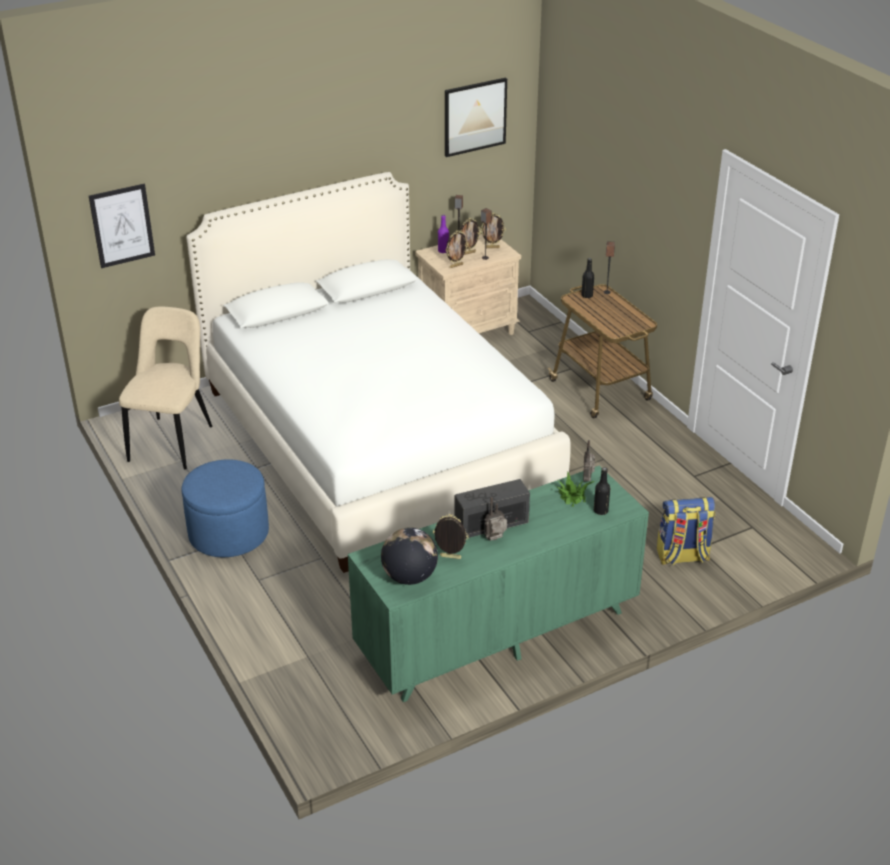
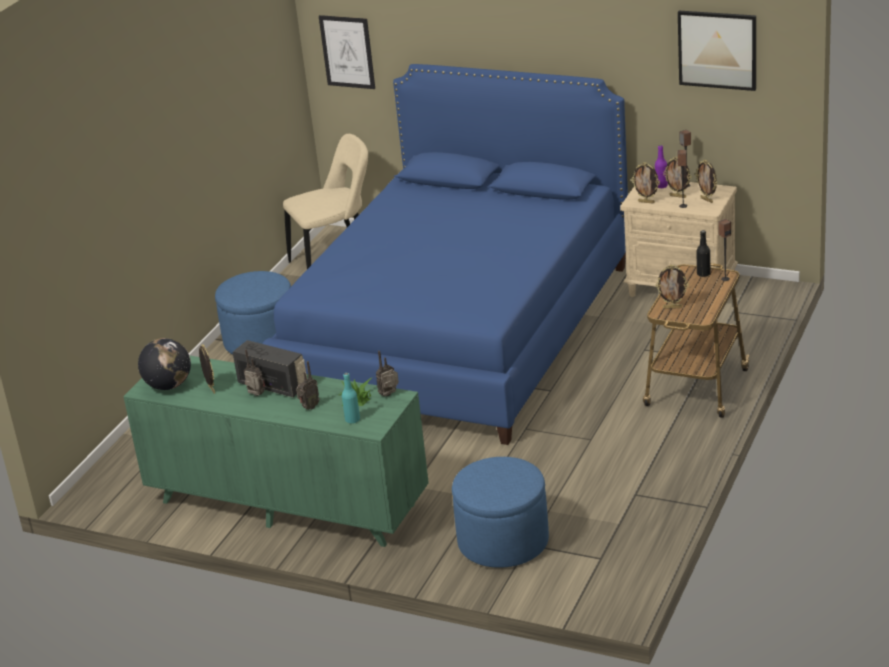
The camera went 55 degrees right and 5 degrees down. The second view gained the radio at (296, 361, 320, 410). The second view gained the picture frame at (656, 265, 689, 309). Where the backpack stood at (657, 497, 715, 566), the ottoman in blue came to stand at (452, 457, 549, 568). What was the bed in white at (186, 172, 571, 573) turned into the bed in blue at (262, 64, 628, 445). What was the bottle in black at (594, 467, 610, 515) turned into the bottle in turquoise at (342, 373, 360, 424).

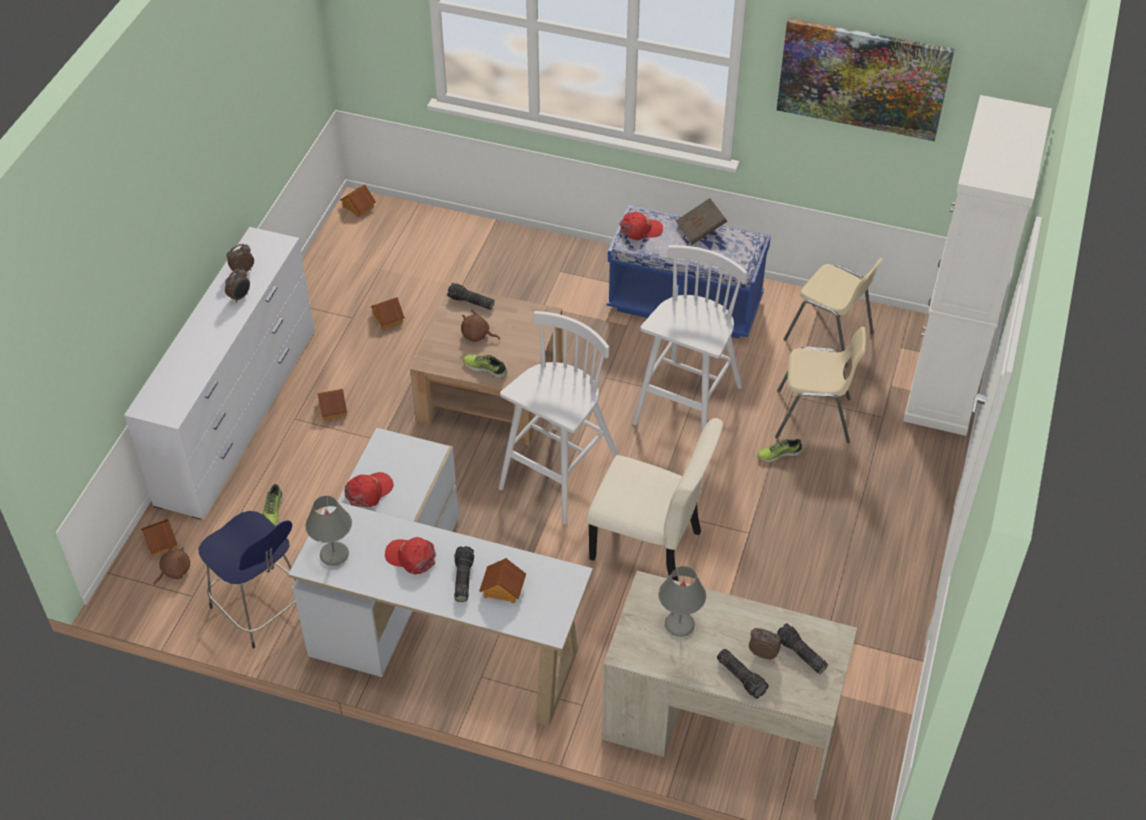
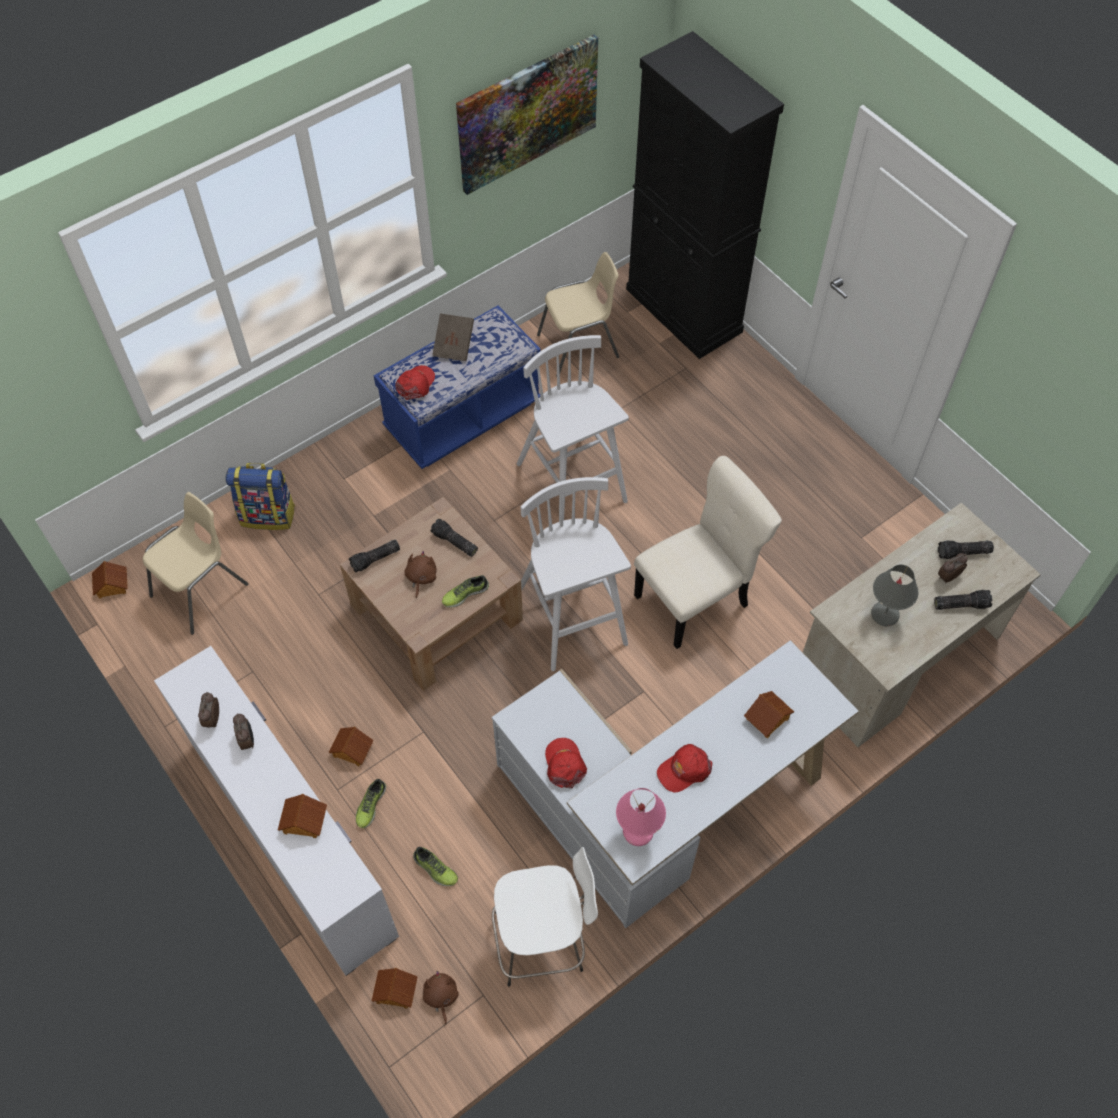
The camera went 55 degrees left and 10 degrees up. The second view gained the backpack at (225, 463, 295, 530). The toy house ended up elsewhere, having gone from (371, 297, 405, 329) to (278, 794, 327, 838). The flashlight ended up elsewhere, having gone from (454, 546, 474, 602) to (430, 519, 478, 557). The shoe ended up elsewhere, having gone from (757, 439, 803, 462) to (356, 779, 386, 828). The chair in beige ended up elsewhere, having gone from (775, 327, 866, 443) to (143, 492, 248, 635). What was the stool in blue at (198, 511, 296, 649) turned into the stool in white at (492, 847, 598, 987). What was the table lamp in grey at (306, 496, 352, 566) turned into the table lamp in pink at (616, 788, 666, 846). What was the cabinet in white at (903, 95, 1052, 436) turned into the cabinet in black at (626, 31, 784, 359). The plush toy in brown at (461, 309, 500, 342) ended up facing another way, 135 degrees clockwise from before.

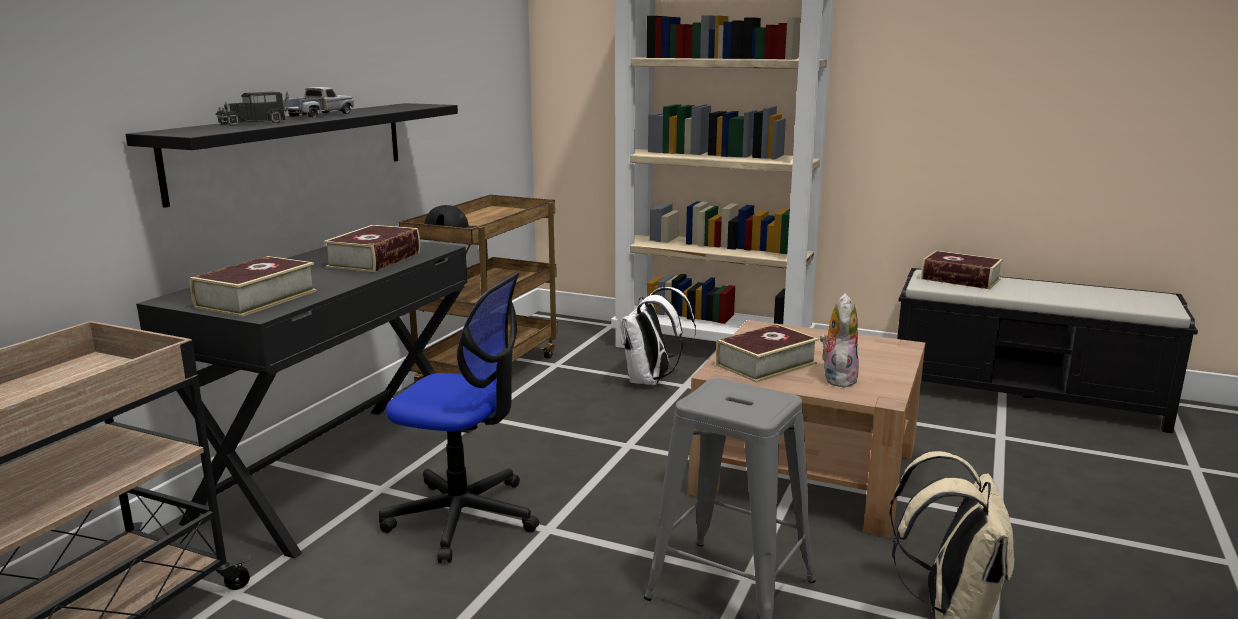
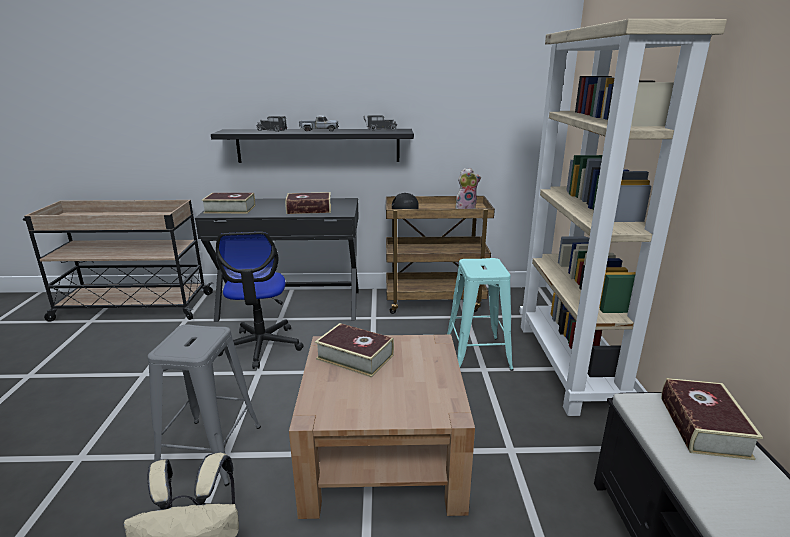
The camera went 65 degrees right and 5 degrees up. The second view gained the toy truck at (364, 115, 397, 131). The plush toy ended up elsewhere, having gone from (820, 293, 859, 387) to (456, 168, 481, 209). Where the backpack in white stood at (620, 287, 696, 385), the stool in turquoise came to stand at (447, 258, 513, 371).

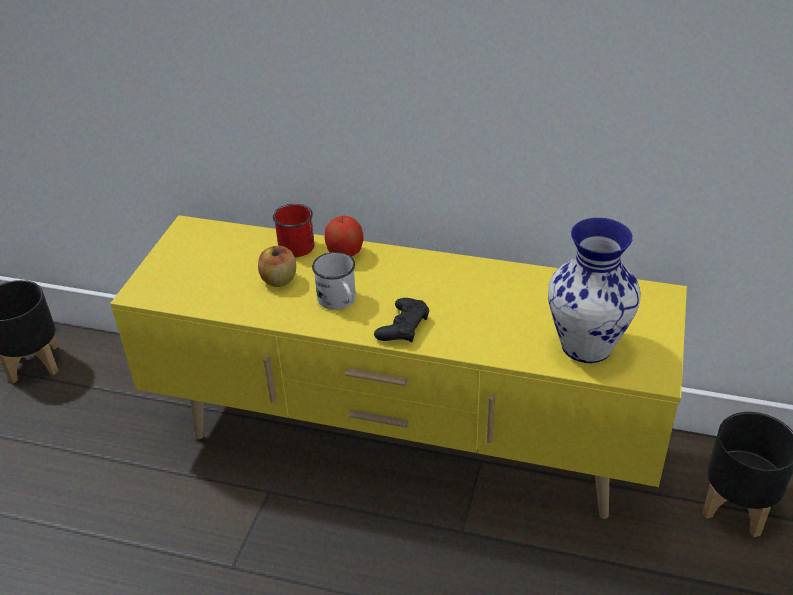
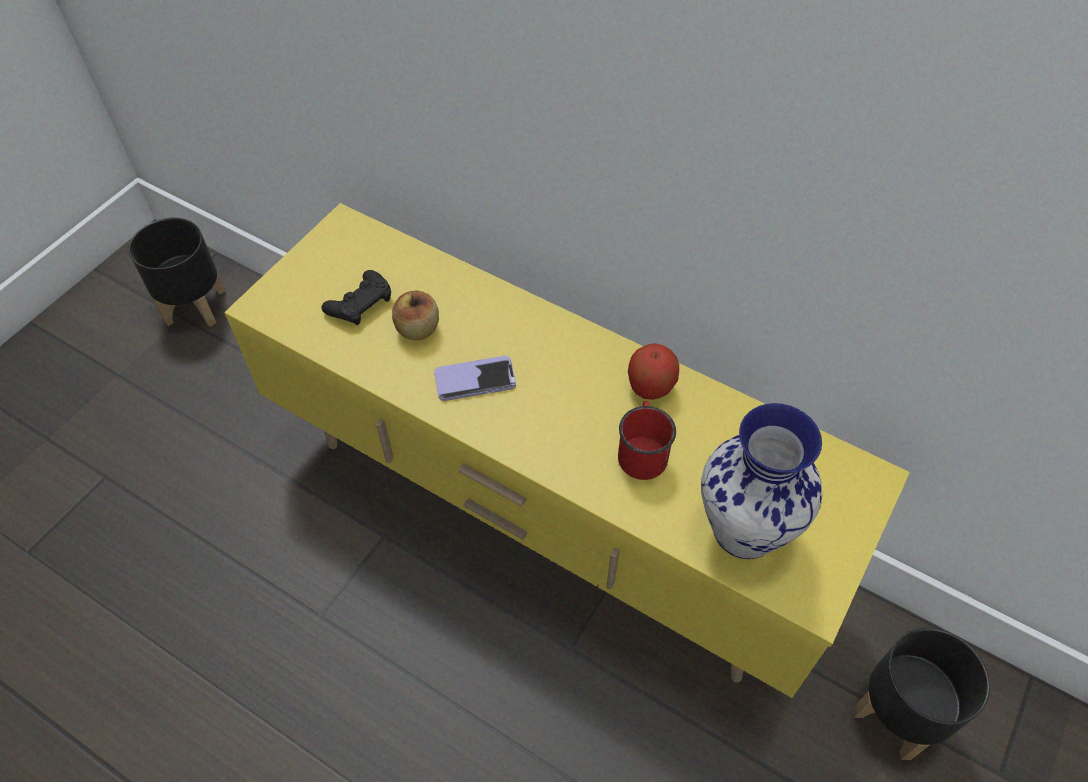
The camera went 15 degrees right and 15 degrees up. The mug in red ended up elsewhere, having gone from (273, 204, 314, 257) to (618, 401, 676, 480). The apple ended up elsewhere, having gone from (325, 216, 364, 257) to (628, 343, 679, 400). The game controller in black ended up elsewhere, having gone from (374, 298, 429, 342) to (321, 270, 391, 325). Where the mug in white stood at (312, 252, 356, 310), the phone came to stand at (434, 356, 516, 401).

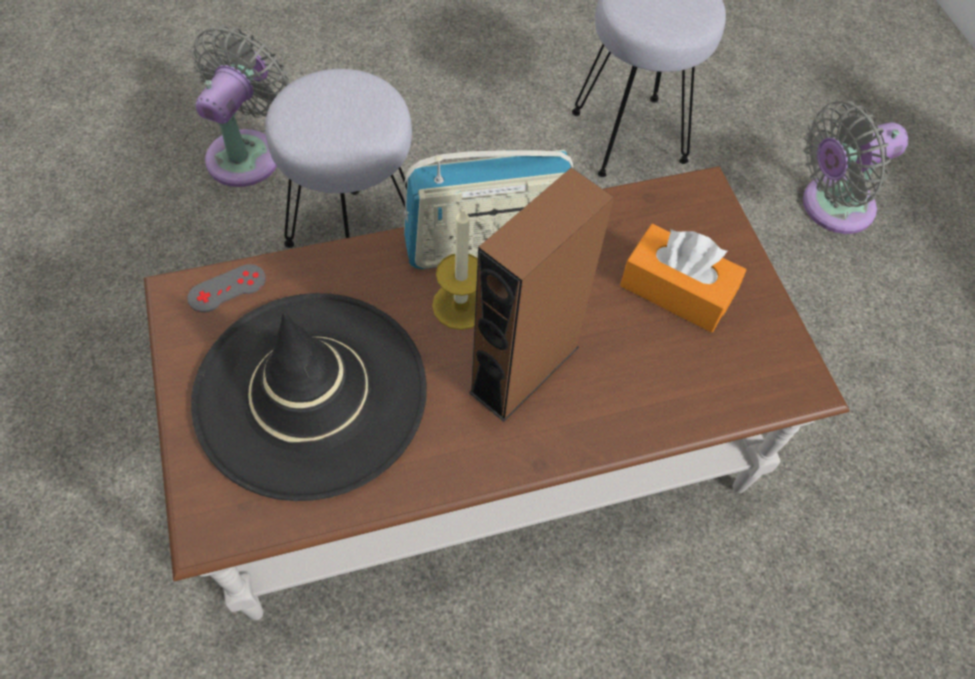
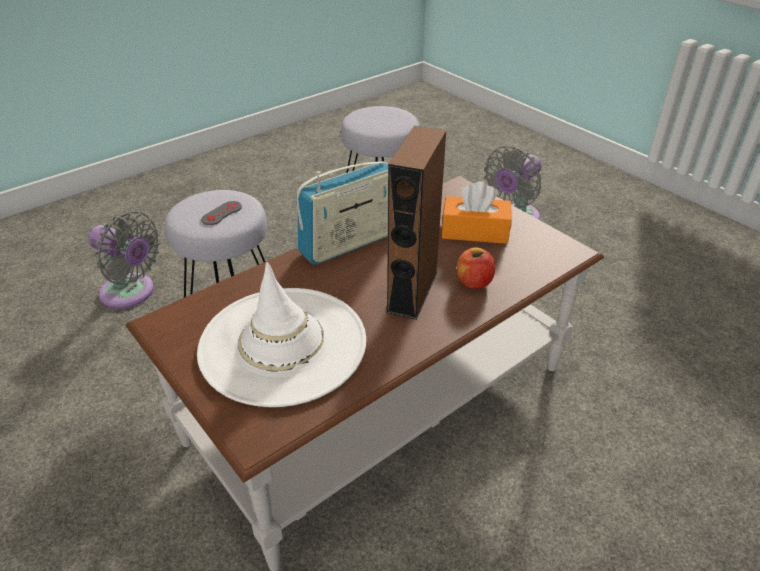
The camera went 20 degrees left and 20 degrees down. The second view lost the candle at (432, 208, 478, 330). The second view gained the apple at (457, 248, 495, 289). The game controller in grey ended up elsewhere, having gone from (187, 264, 266, 313) to (201, 201, 242, 225). What was the hat in black at (191, 293, 427, 501) turned into the hat in white at (197, 262, 366, 407). The fan in grey at (192, 25, 290, 187) ended up facing another way, 120 degrees clockwise from before.

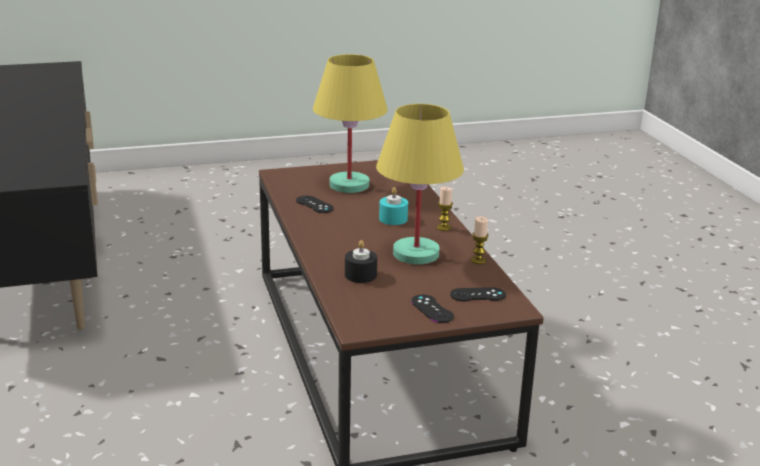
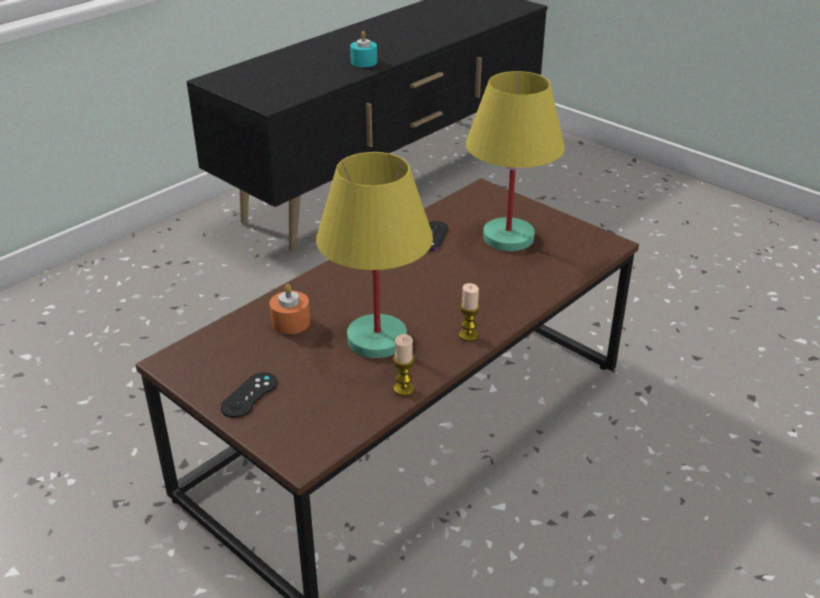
The camera went 60 degrees right and 10 degrees up. The second view lost the game controller in black at (450, 287, 506, 302). The candle in turquoise ended up elsewhere, having gone from (379, 187, 408, 225) to (350, 31, 377, 67). What was the candle in black at (345, 240, 377, 283) turned into the candle in orange at (269, 284, 310, 334).

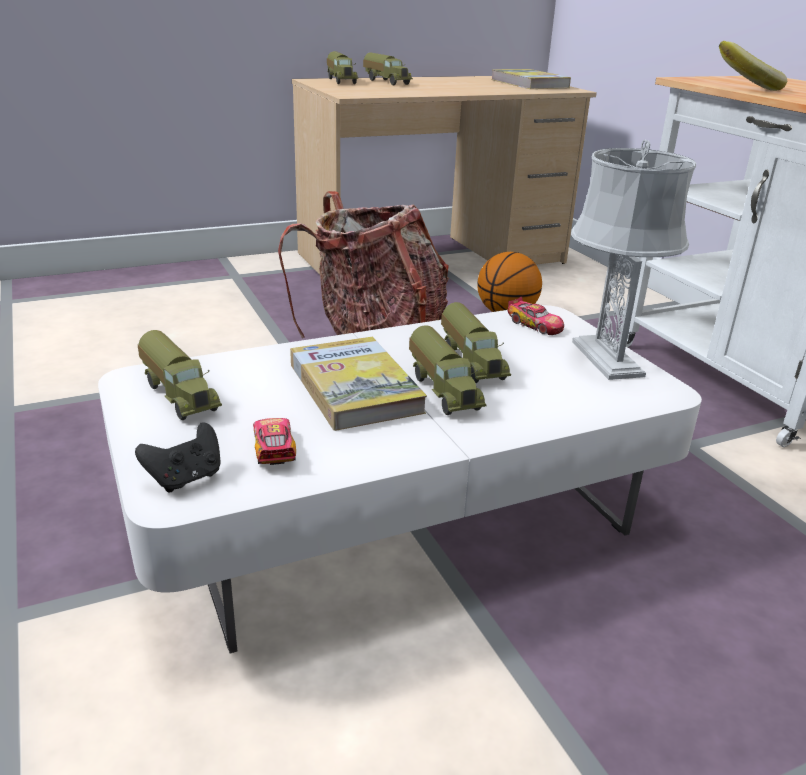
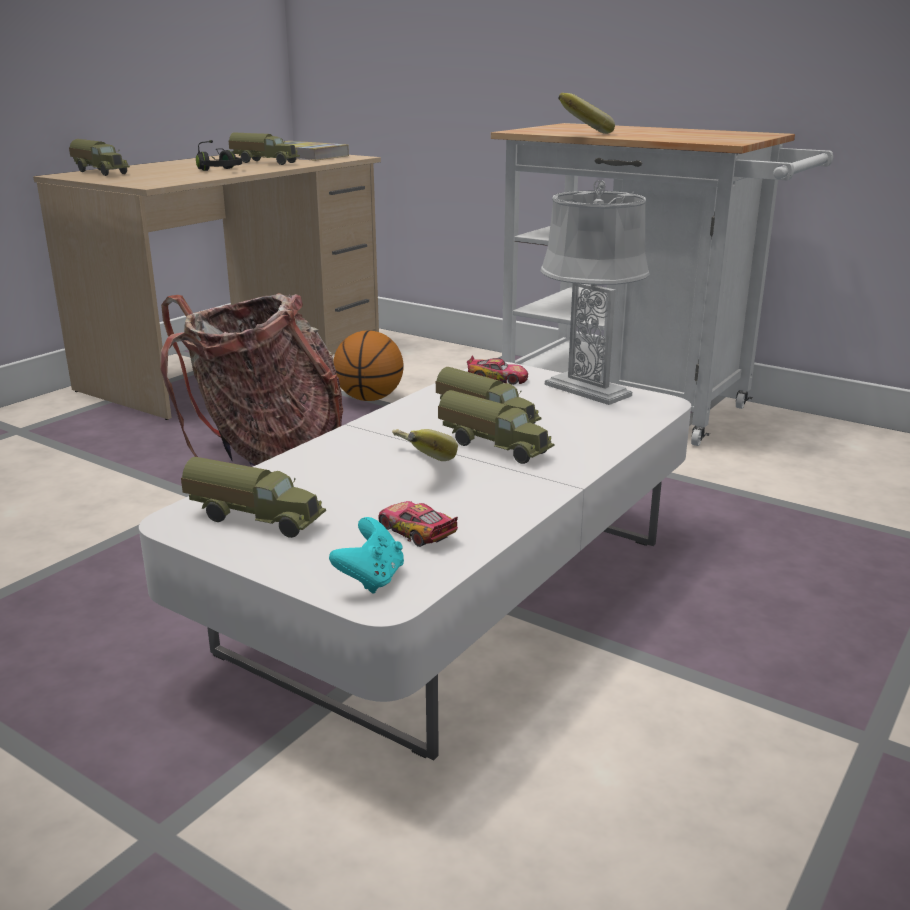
The camera went 30 degrees left and 5 degrees down. The second view gained the headphones in black at (196, 140, 242, 171). The toy truck ended up elsewhere, having gone from (363, 52, 413, 85) to (229, 132, 300, 165). Where the book stood at (290, 336, 427, 431), the banana came to stand at (392, 429, 458, 461). What was the game controller in black at (135, 423, 221, 492) turned into the game controller in turquoise at (329, 517, 404, 594).

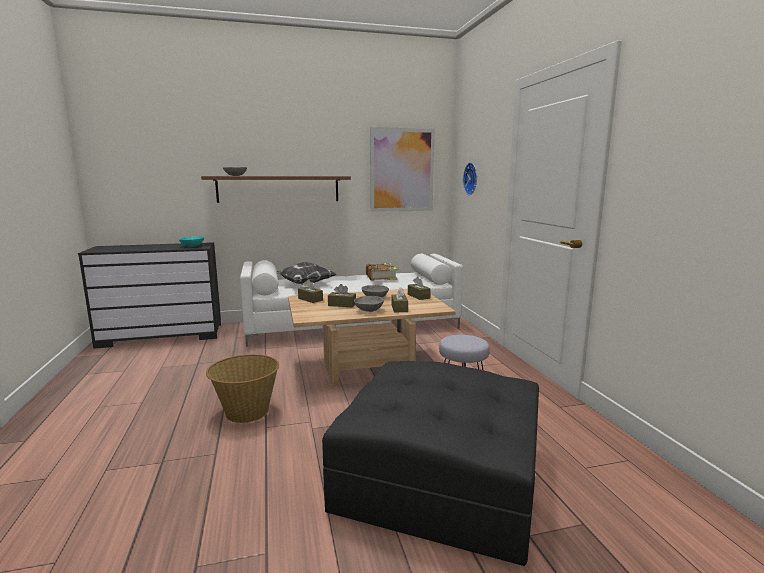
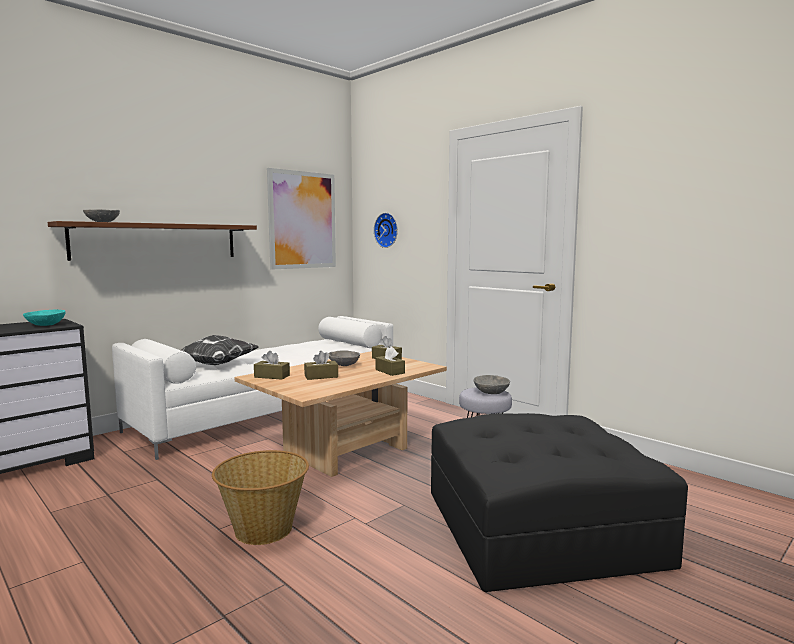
The camera went 30 degrees left and 5 degrees down. The second view lost the book at (366, 263, 399, 281). The bowl in grey ended up elsewhere, having gone from (354, 296, 384, 312) to (473, 375, 510, 394).

